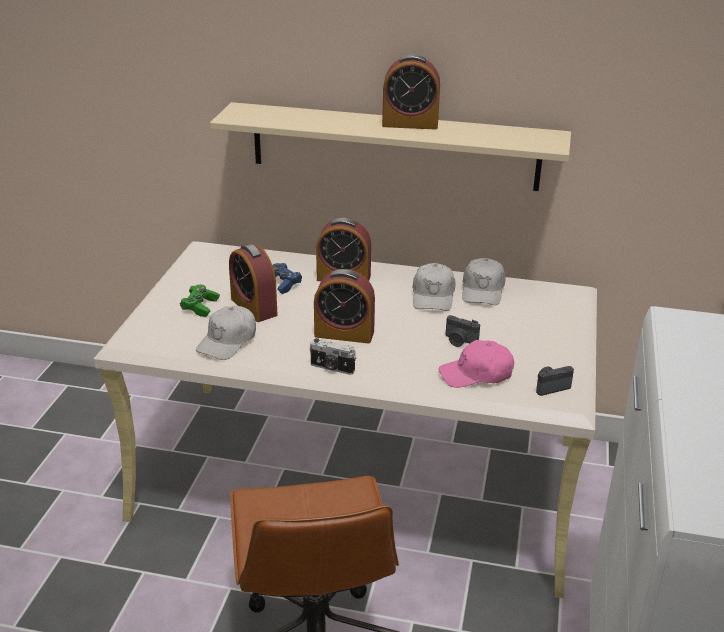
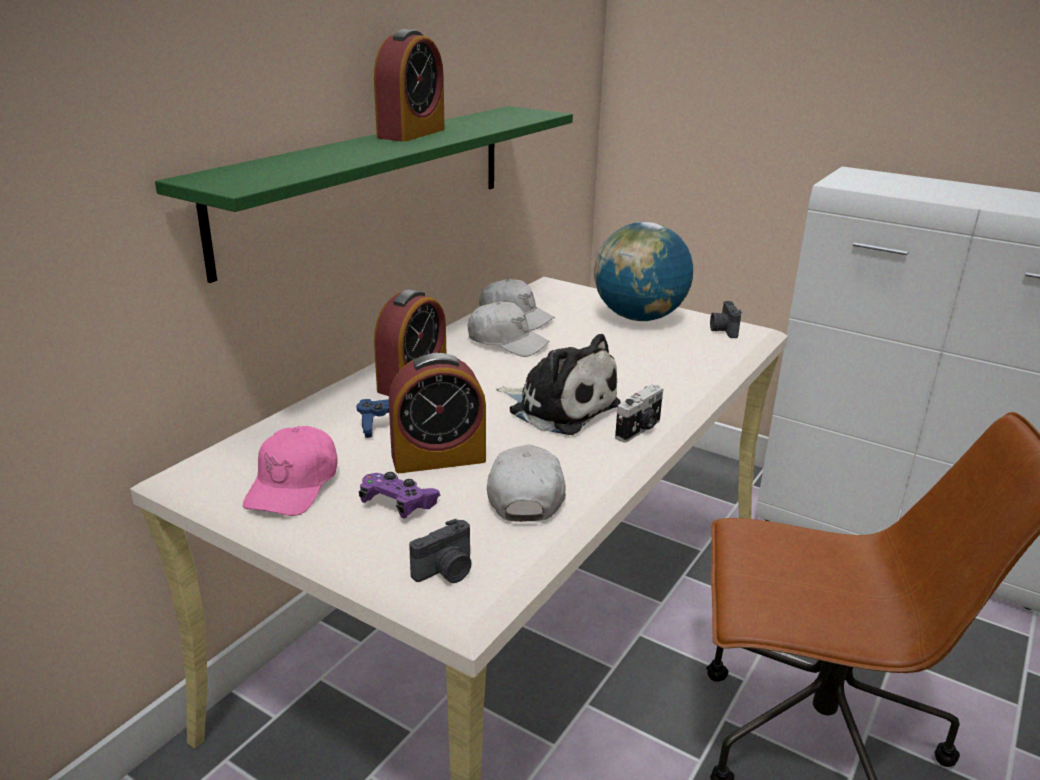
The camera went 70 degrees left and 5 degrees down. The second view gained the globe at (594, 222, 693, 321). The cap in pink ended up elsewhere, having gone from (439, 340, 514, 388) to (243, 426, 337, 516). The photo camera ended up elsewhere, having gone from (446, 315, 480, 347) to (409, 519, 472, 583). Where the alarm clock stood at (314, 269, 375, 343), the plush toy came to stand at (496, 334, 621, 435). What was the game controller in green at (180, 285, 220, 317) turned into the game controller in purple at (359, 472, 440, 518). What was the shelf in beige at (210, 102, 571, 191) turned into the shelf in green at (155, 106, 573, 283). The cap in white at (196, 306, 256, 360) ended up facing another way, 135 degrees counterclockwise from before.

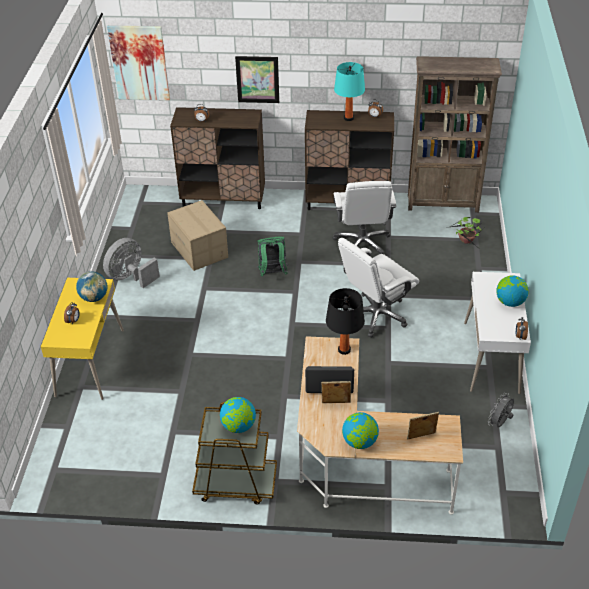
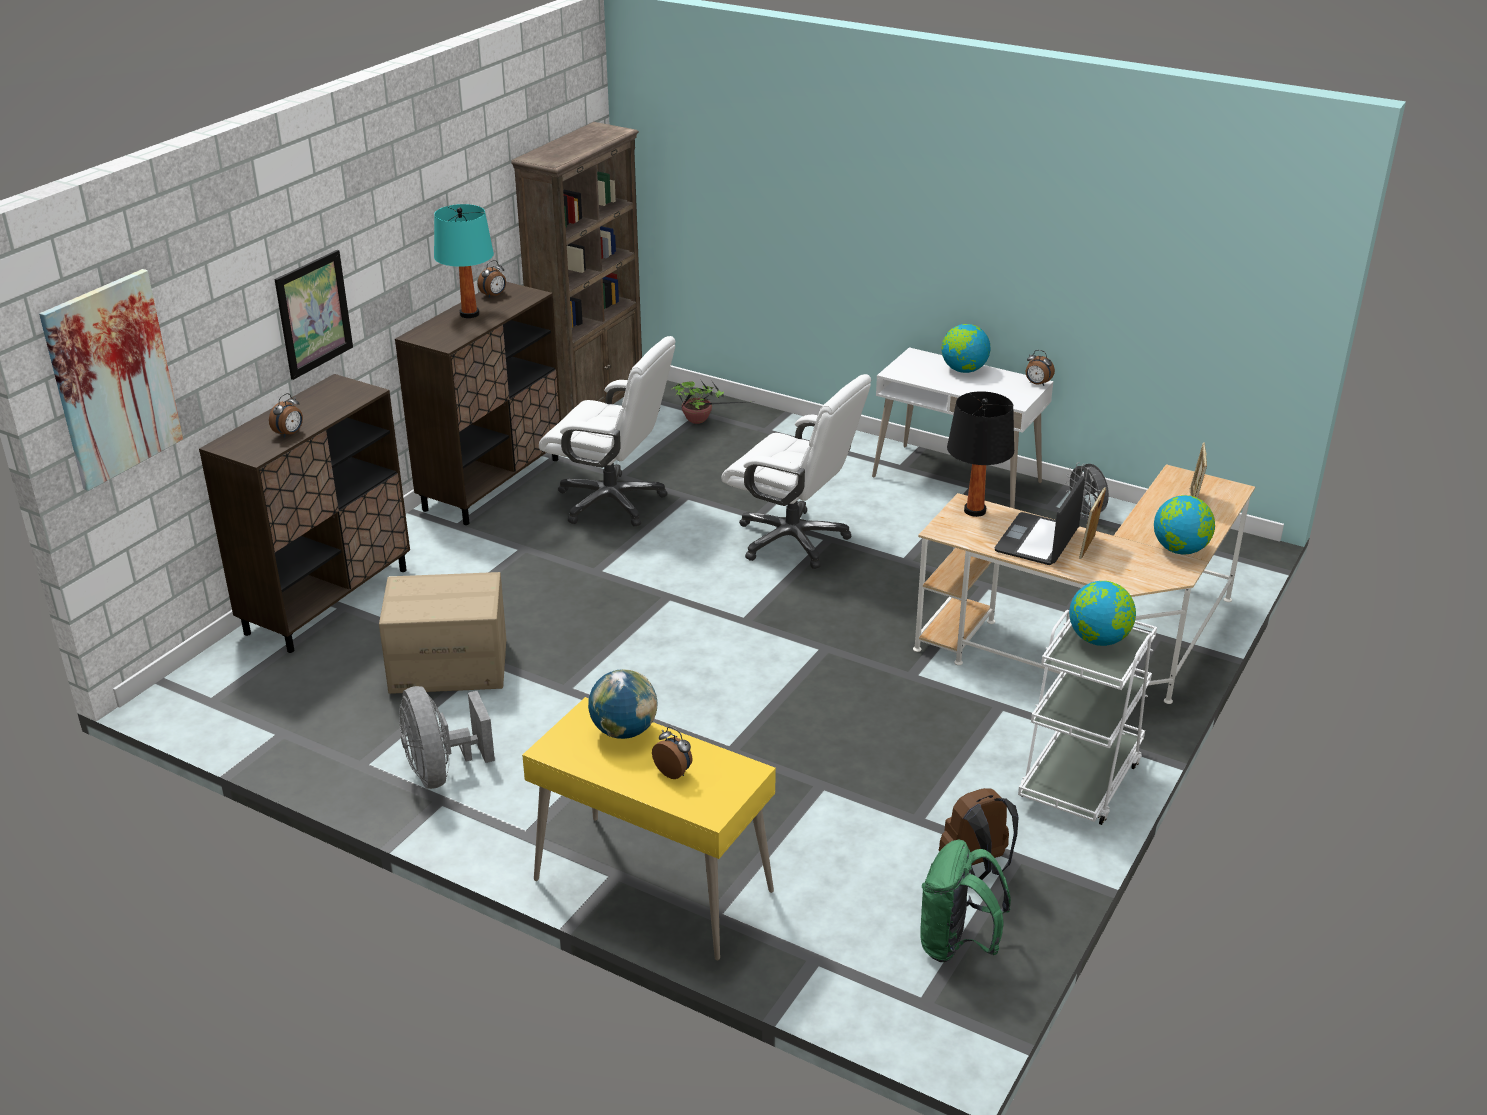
The camera went 65 degrees left and 10 degrees down. The second view gained the backpack in brown at (939, 788, 1019, 880). The backpack in green ended up elsewhere, having gone from (257, 237, 288, 277) to (920, 839, 1011, 962). What was the cart in brown at (192, 402, 277, 504) turned into the cart in white at (1018, 610, 1157, 825). The office chair in white at (338, 238, 419, 337) ended up facing another way, 45 degrees counterclockwise from before.

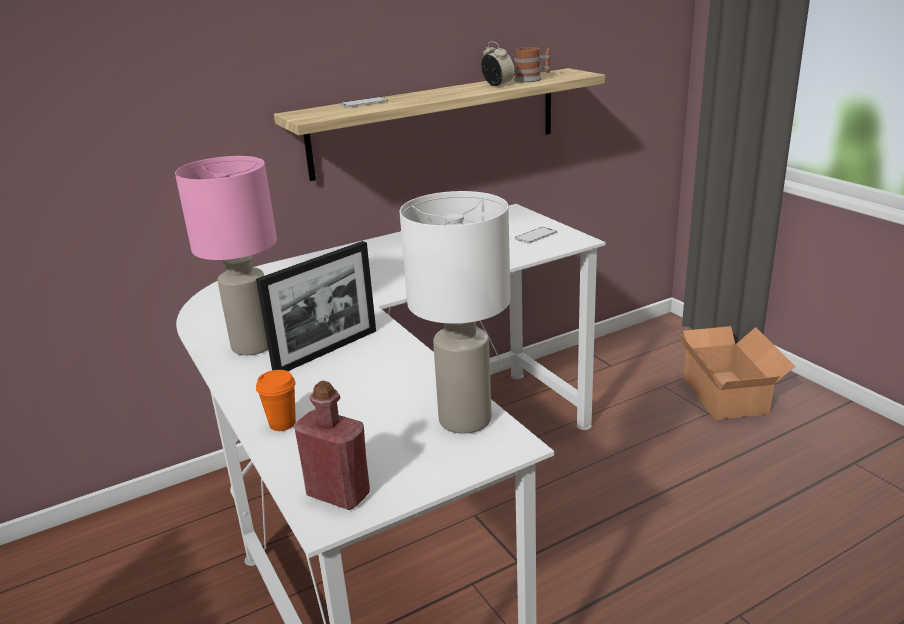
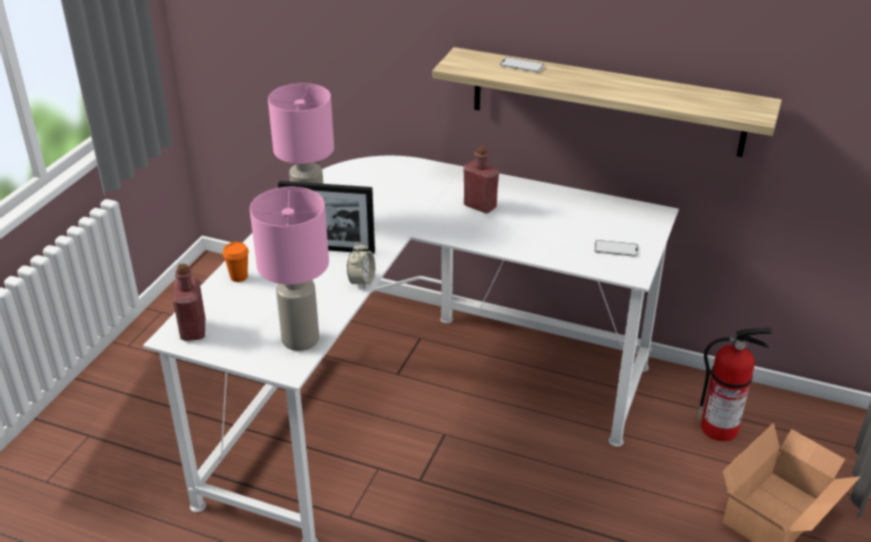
The camera went 50 degrees right and 10 degrees up. The second view lost the mug at (514, 47, 551, 82). The second view gained the bottle in red at (463, 146, 499, 214). The second view gained the fire extinguisher at (697, 328, 773, 441). The alarm clock ended up elsewhere, having gone from (481, 41, 514, 86) to (347, 241, 375, 290). What was the table lamp in white at (399, 191, 510, 434) turned into the table lamp in pink at (250, 187, 329, 351).

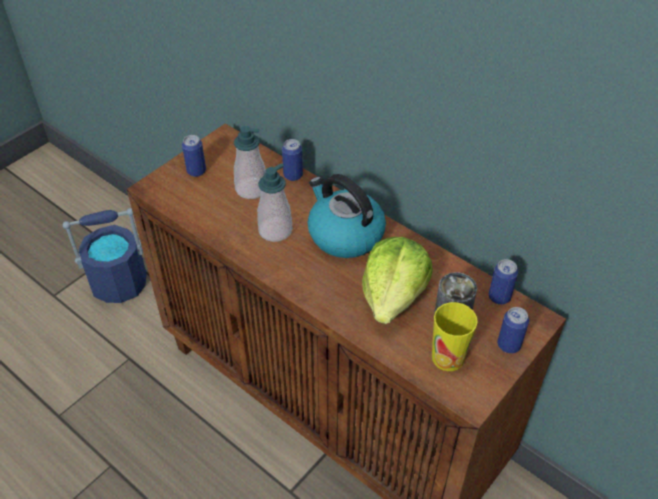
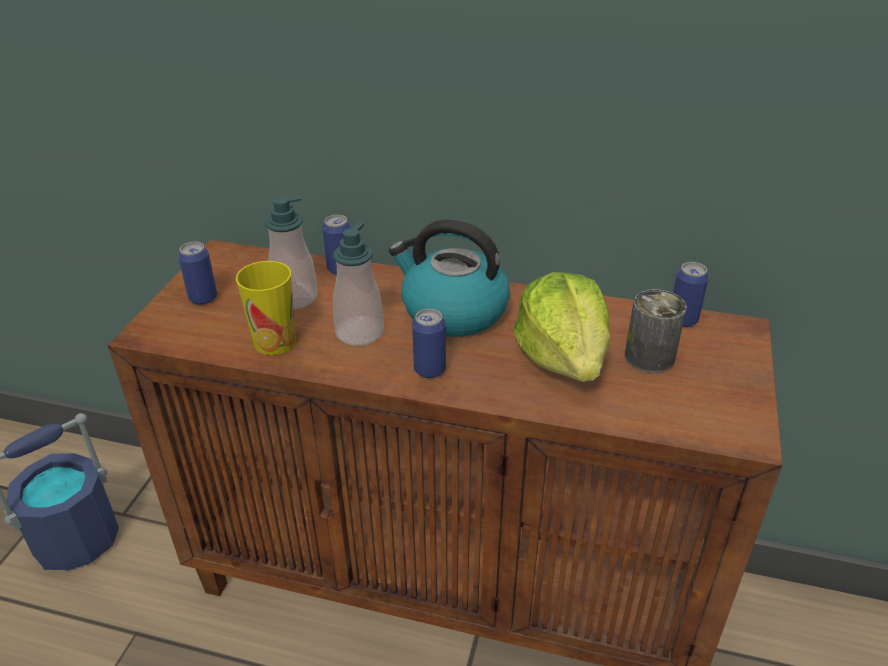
The camera went 25 degrees left and 10 degrees down. The cup ended up elsewhere, having gone from (432, 302, 478, 371) to (236, 261, 296, 355). The can ended up elsewhere, having gone from (497, 307, 529, 353) to (412, 309, 446, 379).

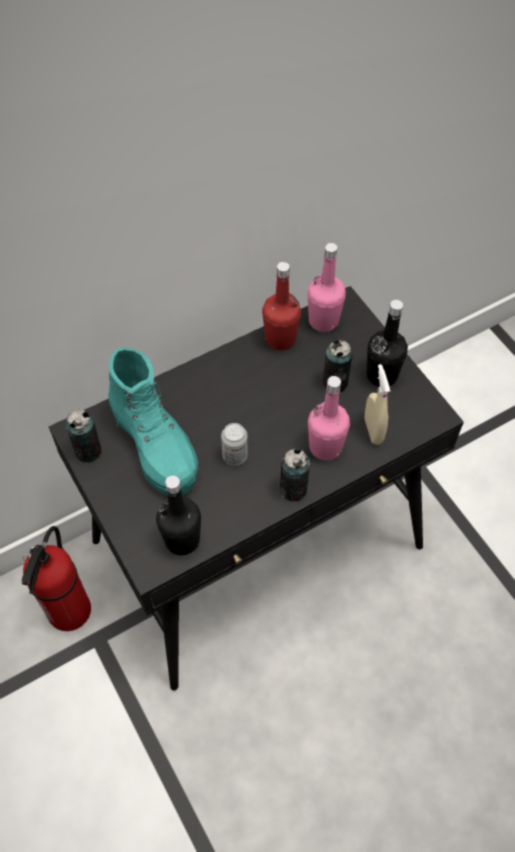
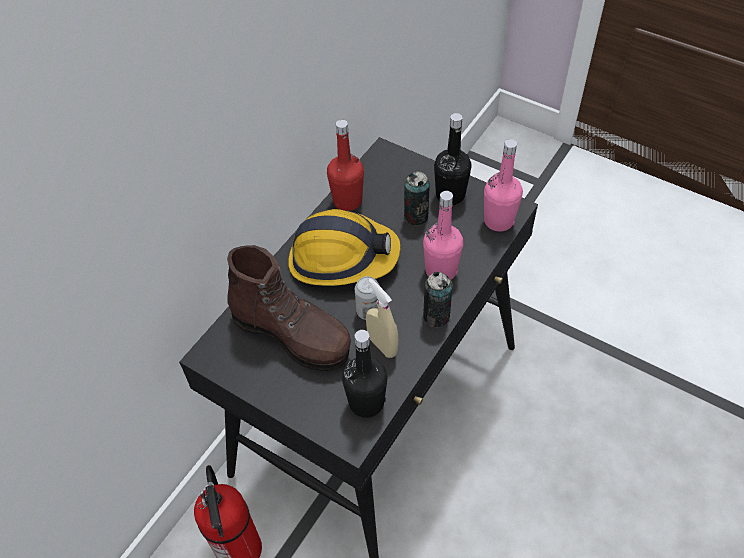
The camera went 25 degrees left and 5 degrees down. The second view lost the can at (66, 410, 102, 463). The second view gained the hard hat at (288, 209, 401, 286). The bottle in pink ended up elsewhere, having gone from (307, 243, 346, 332) to (484, 139, 523, 232). The spray bottle in beige ended up elsewhere, having gone from (365, 364, 390, 445) to (366, 278, 398, 358). What was the boot in turquoise at (109, 348, 198, 496) turned into the boot in brown at (227, 245, 351, 371).

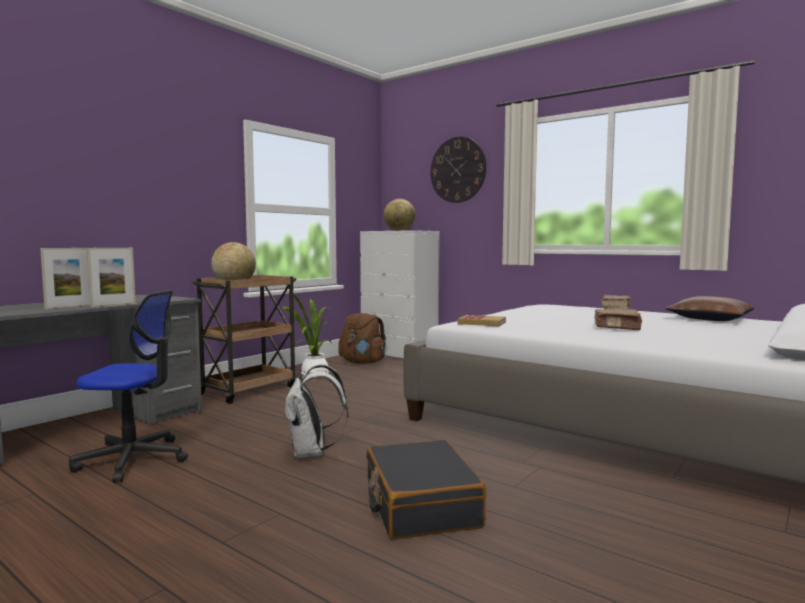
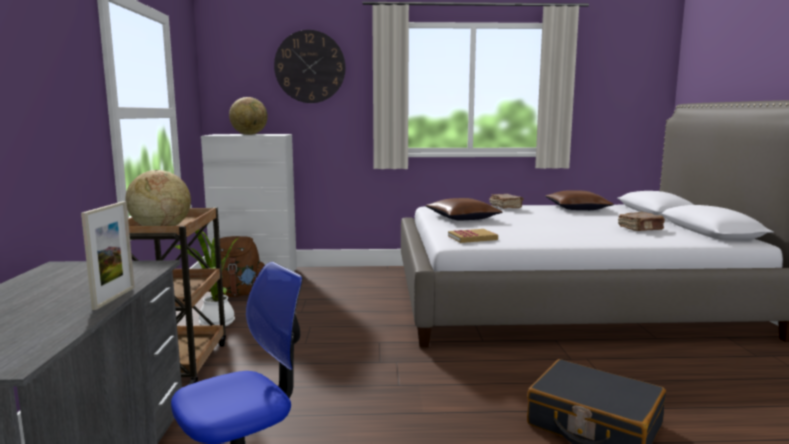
The camera went 40 degrees left and 5 degrees up. The second view lost the picture frame at (40, 248, 91, 309). The second view lost the backpack in white at (283, 364, 348, 458). The second view gained the pillow in brown at (425, 198, 502, 220). The book in brown ended up elsewhere, having gone from (594, 309, 642, 330) to (618, 212, 665, 231).

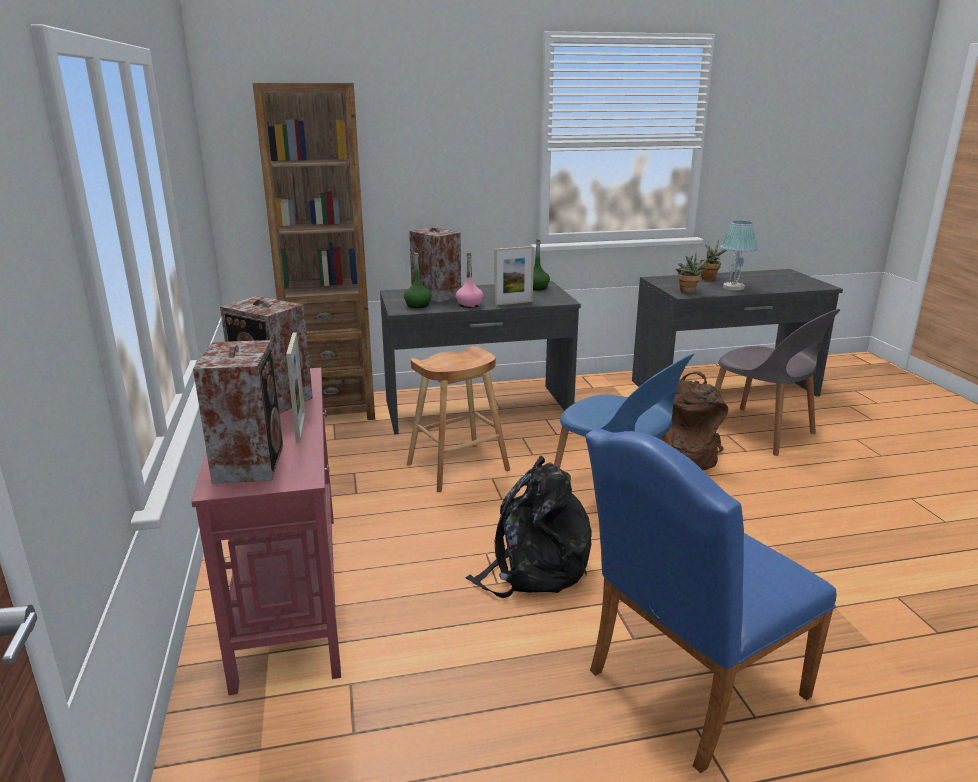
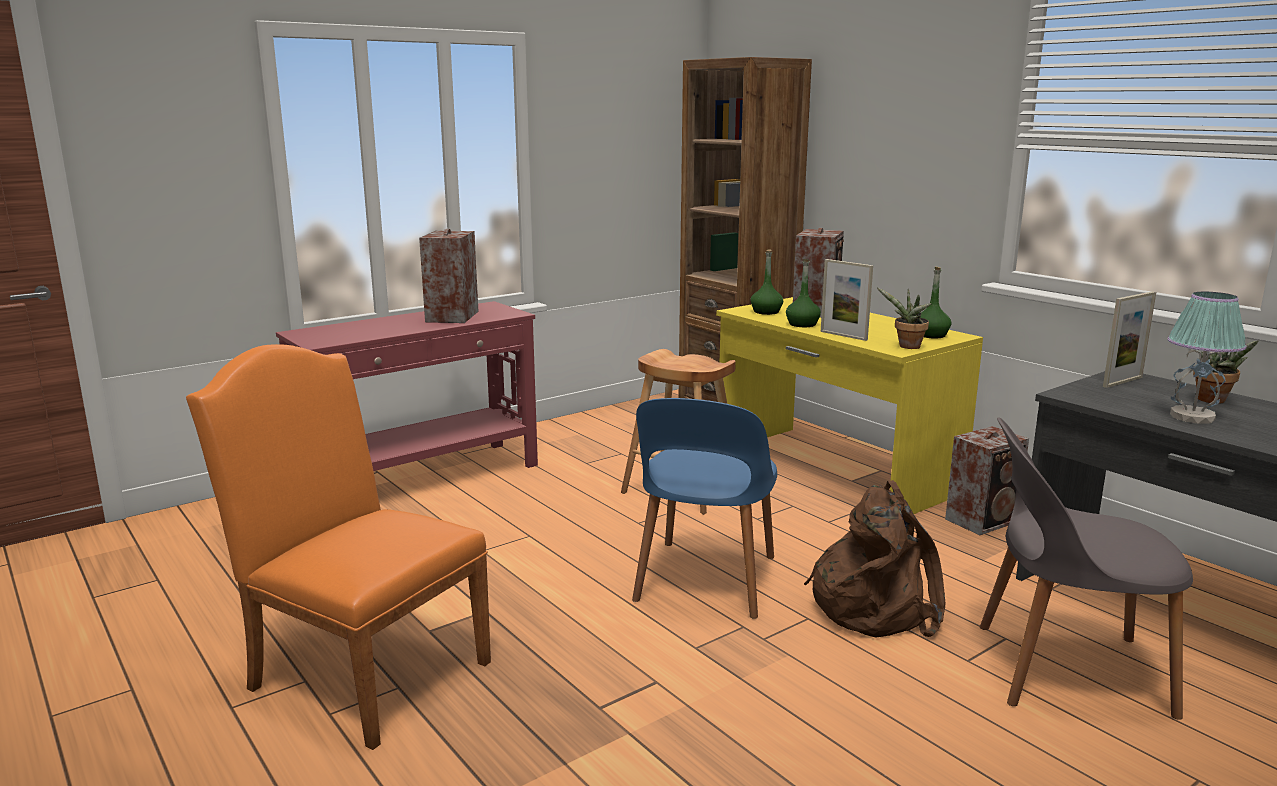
The camera went 65 degrees right and 5 degrees down. The second view lost the backpack in black at (466, 456, 591, 598). The speaker ended up elsewhere, having gone from (193, 340, 283, 484) to (945, 426, 1029, 535). The picture frame ended up elsewhere, having gone from (286, 332, 305, 442) to (1103, 291, 1156, 388). The potted plant ended up elsewhere, having gone from (676, 253, 708, 294) to (876, 287, 932, 349). What was the desk in grey at (380, 281, 581, 435) turned into the desk in yellow at (716, 297, 983, 514). What was the bottle in pink at (456, 253, 483, 308) turned into the bottle in green at (786, 259, 821, 327). What was the chair in blue at (585, 429, 836, 773) turned into the chair in orange at (186, 344, 491, 750). The chair in grey at (715, 309, 840, 456) ended up facing another way, 75 degrees clockwise from before.

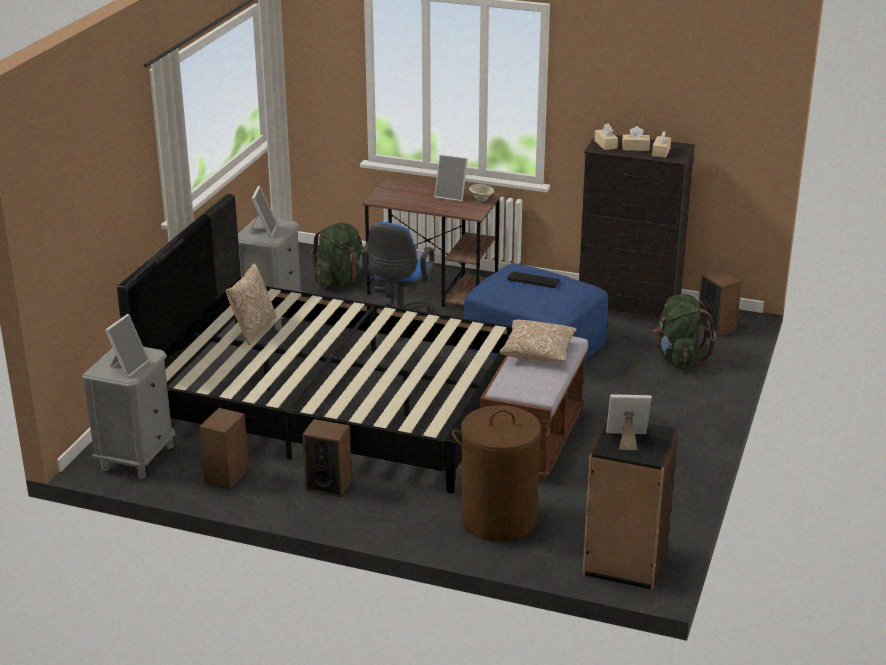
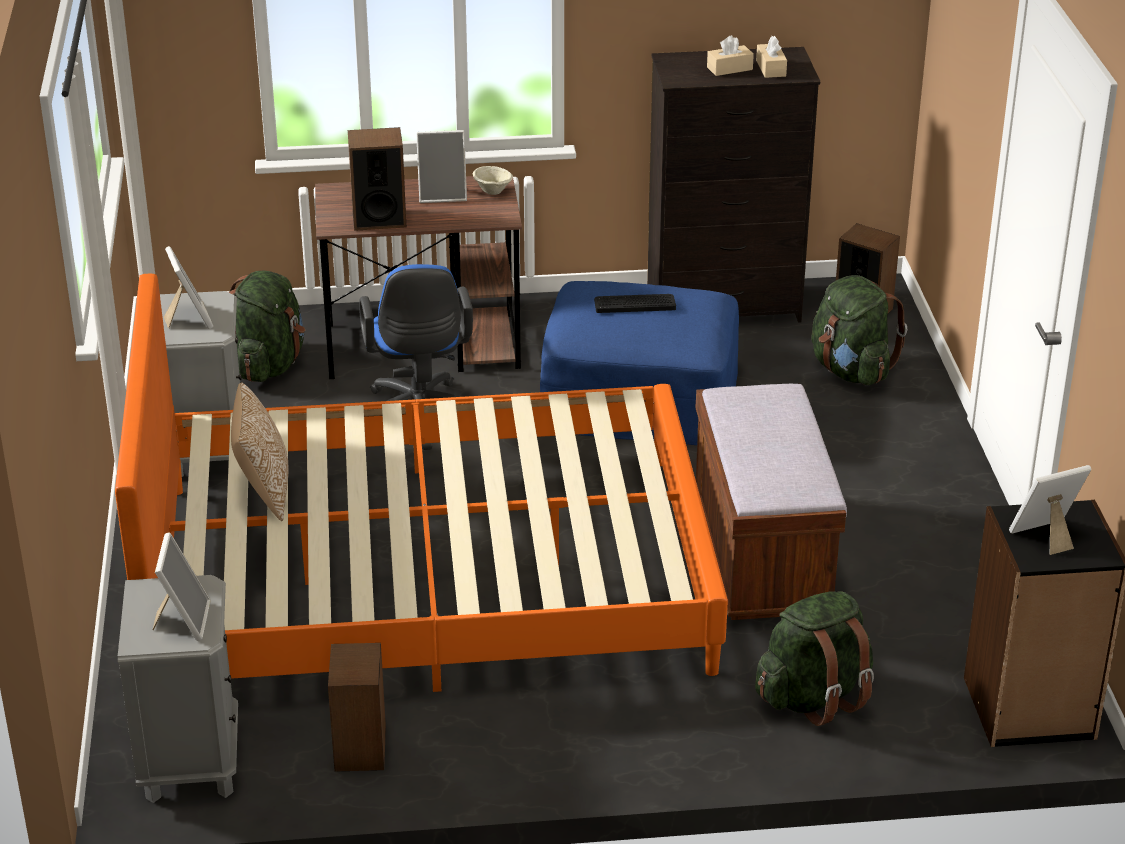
The camera went 25 degrees left and 5 degrees up. The second view lost the pillow at (500, 320, 577, 362). The second view lost the tissue box in beige at (594, 124, 618, 150). The speaker ended up elsewhere, having gone from (302, 419, 352, 497) to (348, 127, 406, 231). Where the laundry basket in brown stood at (452, 405, 550, 542), the backpack in green came to stand at (755, 591, 874, 726). What was the bed in black at (117, 194, 512, 494) turned into the bed in orange at (115, 274, 728, 692).

